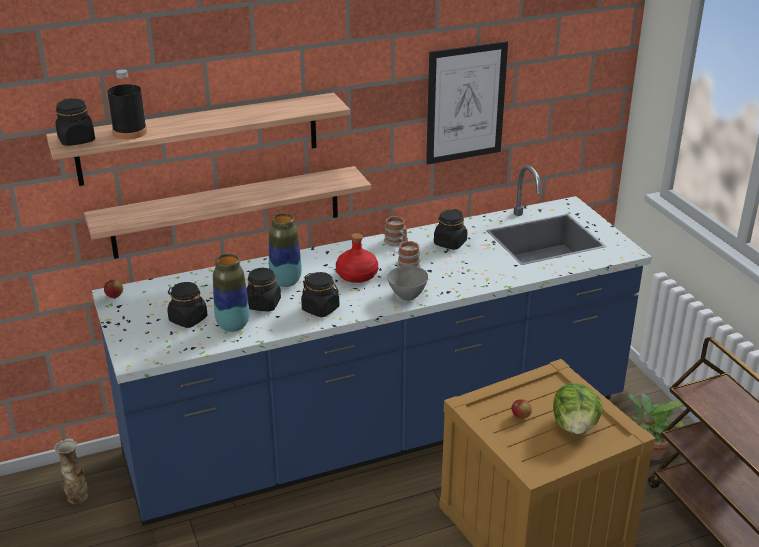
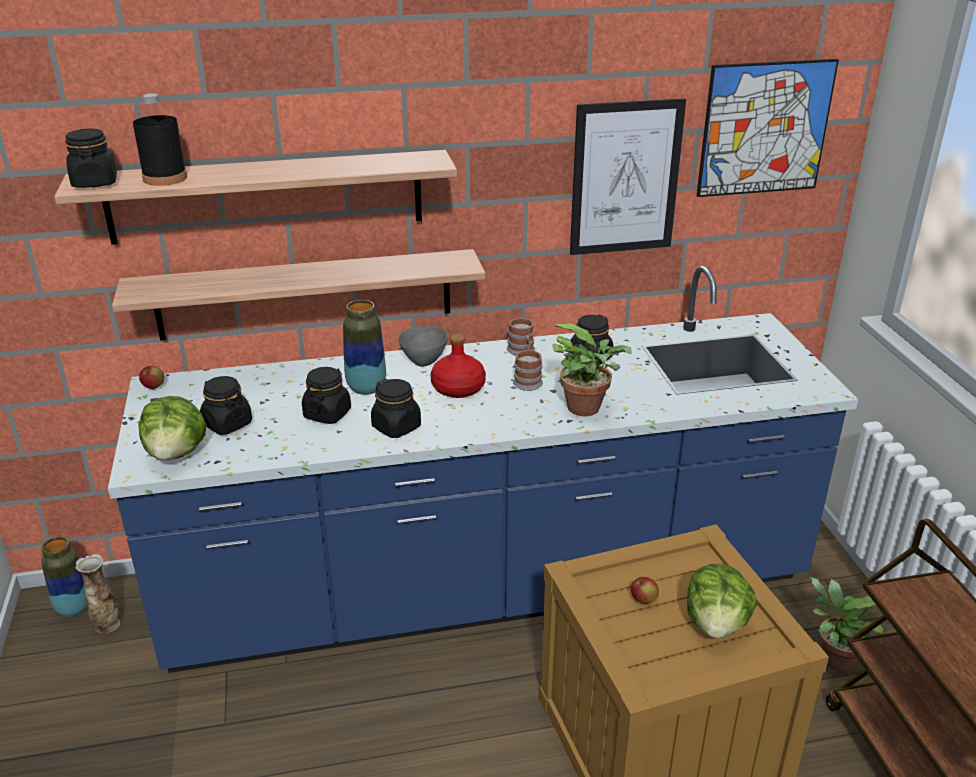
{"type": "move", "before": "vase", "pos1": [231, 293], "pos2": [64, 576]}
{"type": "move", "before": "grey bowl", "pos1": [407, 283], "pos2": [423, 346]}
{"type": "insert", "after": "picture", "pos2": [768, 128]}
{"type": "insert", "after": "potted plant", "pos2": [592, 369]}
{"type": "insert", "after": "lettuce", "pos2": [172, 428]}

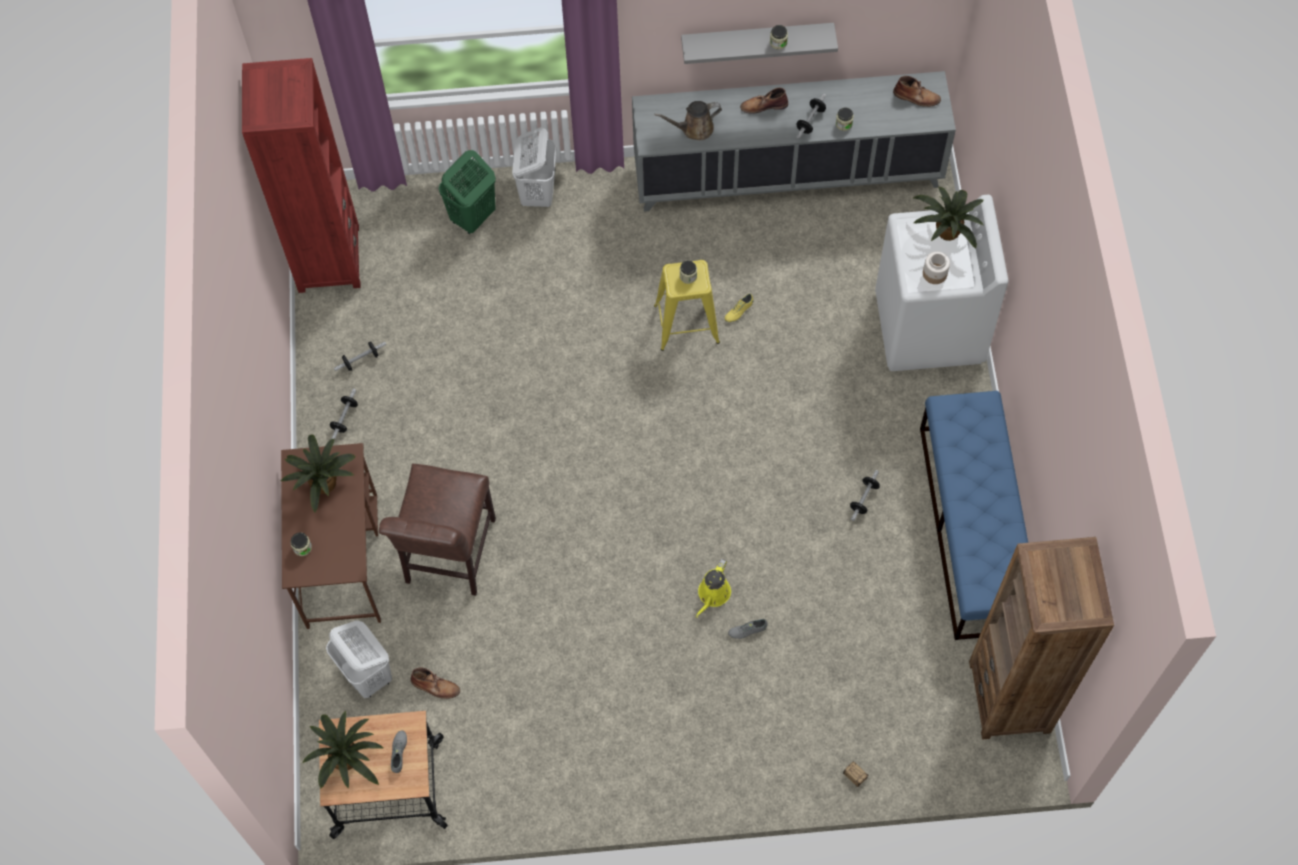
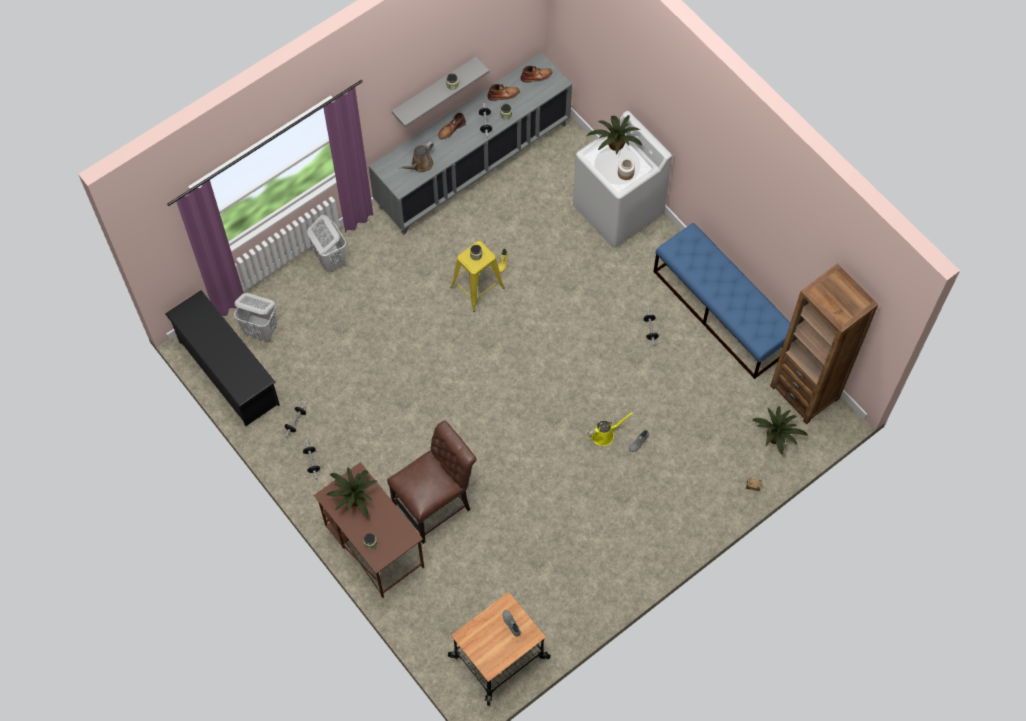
{"type": "replace", "before": "red bookcase", "after": "black shoe rack", "pos1": [301, 175], "pos2": [222, 358]}
{"type": "delete", "before": "green laundry basket", "pos1": [467, 192]}
{"type": "rotate", "before": "brown chair", "pos1": [437, 530], "pos2": [432, 482], "turn": -105}
{"type": "rotate", "before": "yellow watering can", "pos1": [713, 588], "pos2": [610, 429], "turn": -105}
{"type": "move", "before": "white laundry basket", "pos1": [359, 659], "pos2": [255, 317]}
{"type": "move", "before": "brown boot", "pos1": [435, 683], "pos2": [503, 92]}
{"type": "move", "before": "potted plant", "pos1": [342, 750], "pos2": [780, 430]}

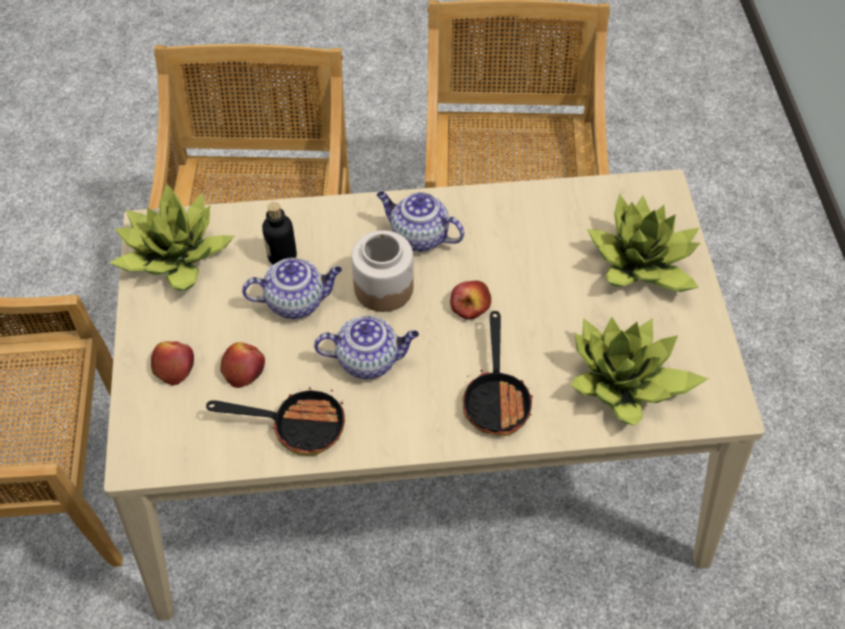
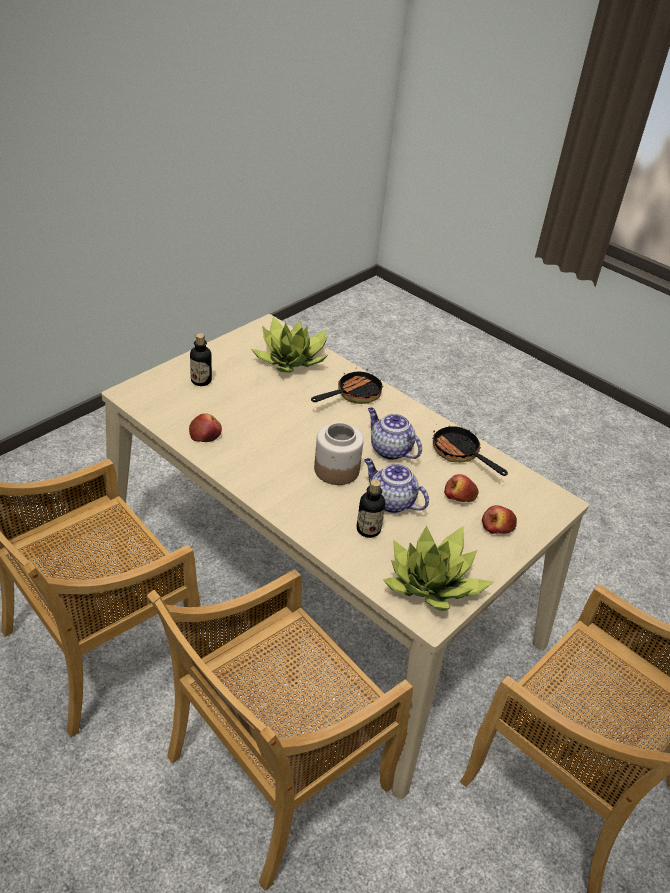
{"type": "delete", "before": "teapot", "pos1": [420, 221]}
{"type": "replace", "before": "potted plant", "after": "bottle", "pos1": [643, 242], "pos2": [201, 359]}
{"type": "move", "before": "apple", "pos1": [470, 299], "pos2": [205, 427]}

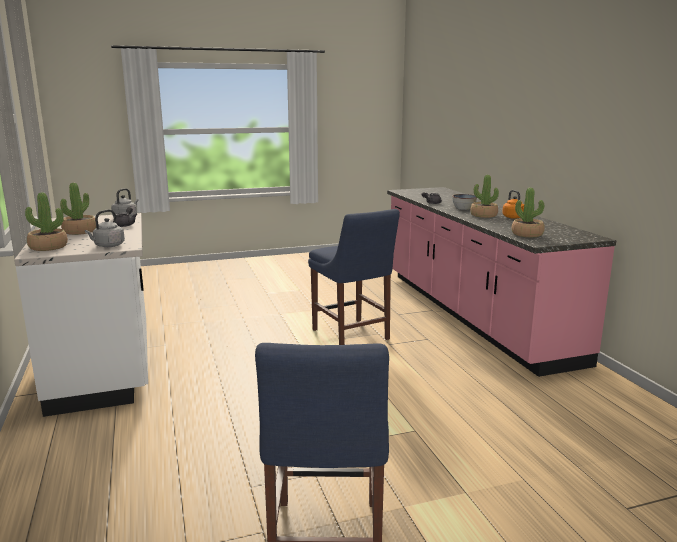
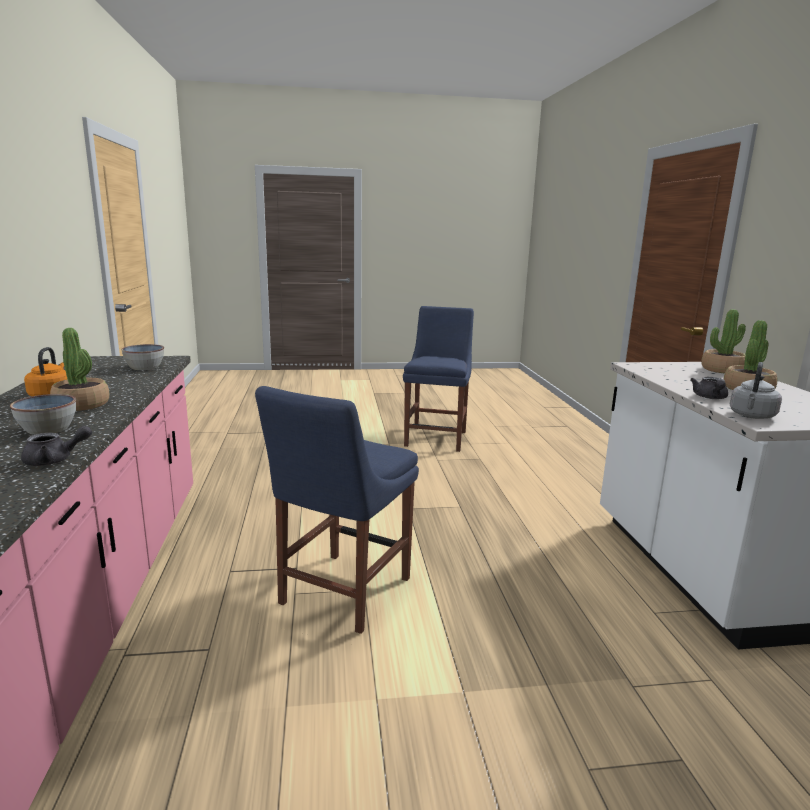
{"type": "replace", "before": "potted plant", "after": "bowl", "pos1": [528, 212], "pos2": [142, 357]}
{"type": "rotate", "before": "blue chair", "pos1": [354, 277], "pos2": [337, 510], "turn": -135}
{"type": "delete", "before": "grey kettle", "pos1": [105, 228]}

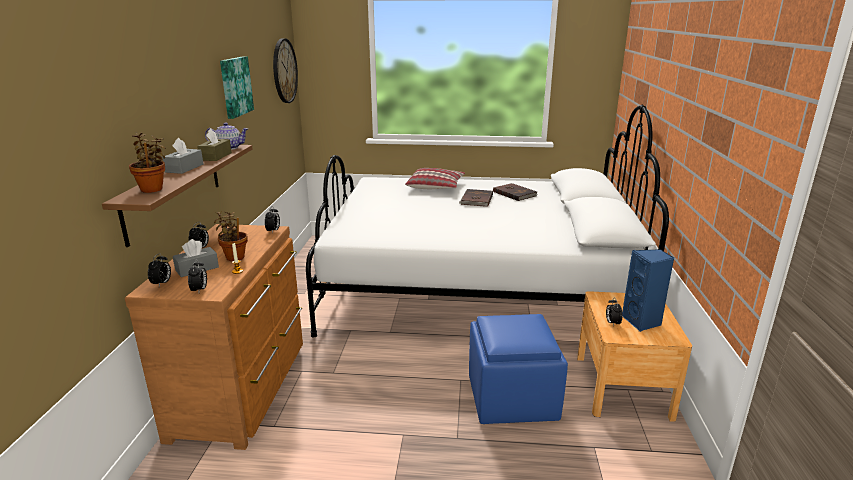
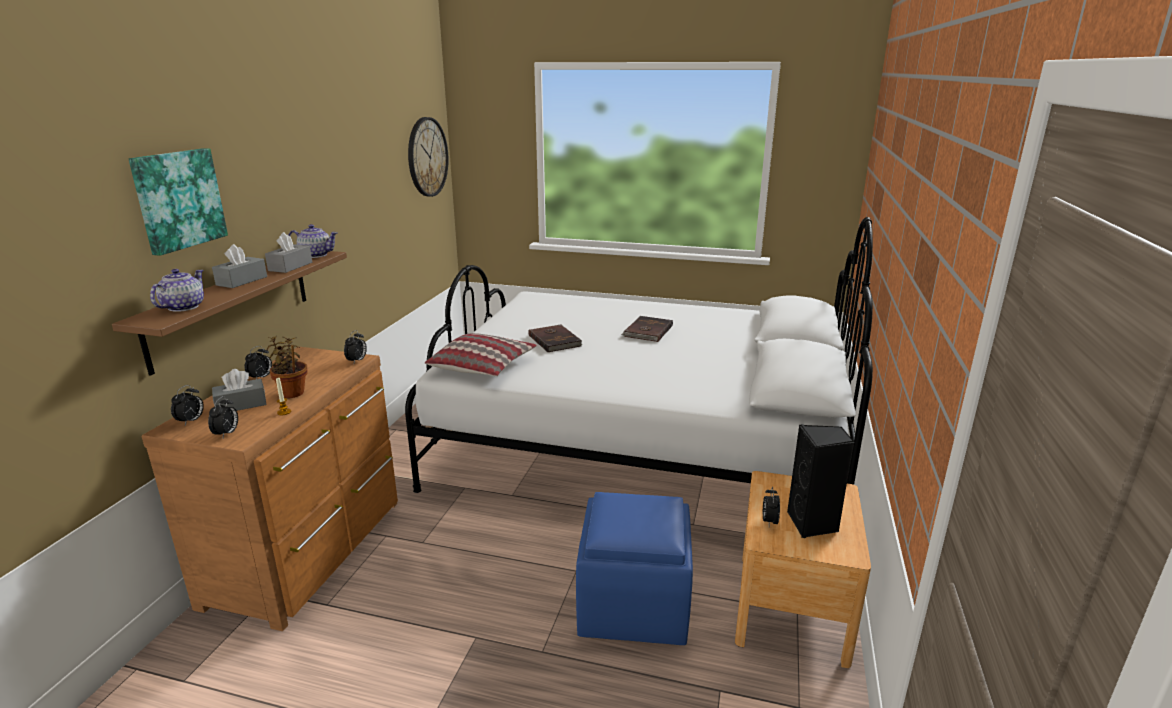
{"type": "move", "before": "picture", "pos1": [237, 87], "pos2": [178, 202]}
{"type": "recolor", "before": "brown tissue box", "after": "grey tissue box", "pos1": [214, 144], "pos2": [288, 252]}
{"type": "replace", "before": "potted plant", "after": "teapot", "pos1": [147, 163], "pos2": [177, 290]}
{"type": "move", "before": "pillow", "pos1": [435, 178], "pos2": [481, 354]}
{"type": "move", "before": "brown book", "pos1": [515, 192], "pos2": [555, 338]}
{"type": "recolor", "before": "blue speaker", "after": "black speaker", "pos1": [648, 290], "pos2": [821, 481]}

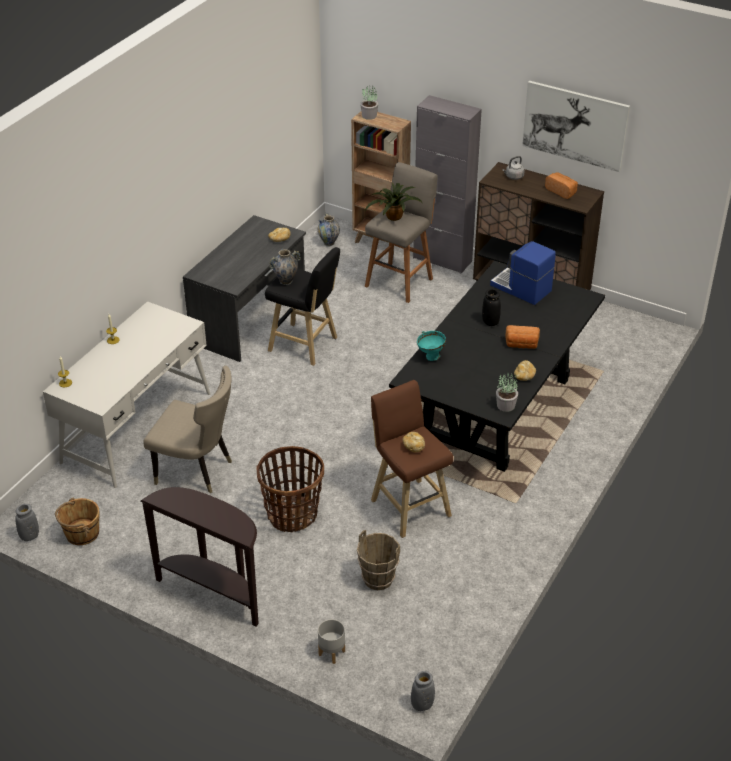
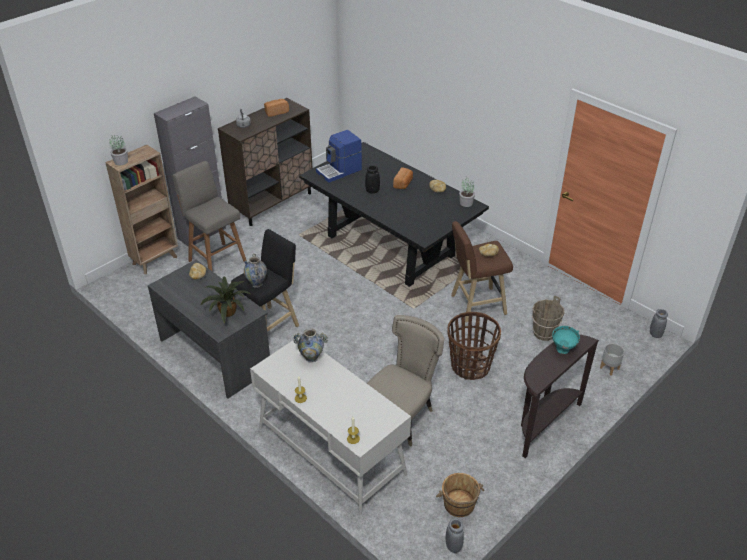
{"type": "delete", "before": "picture", "pos1": [576, 126]}
{"type": "move", "before": "potted plant", "pos1": [393, 202], "pos2": [226, 300]}
{"type": "move", "before": "vase", "pos1": [329, 230], "pos2": [311, 345]}
{"type": "move", "before": "turquoise bowl", "pos1": [431, 346], "pos2": [566, 340]}

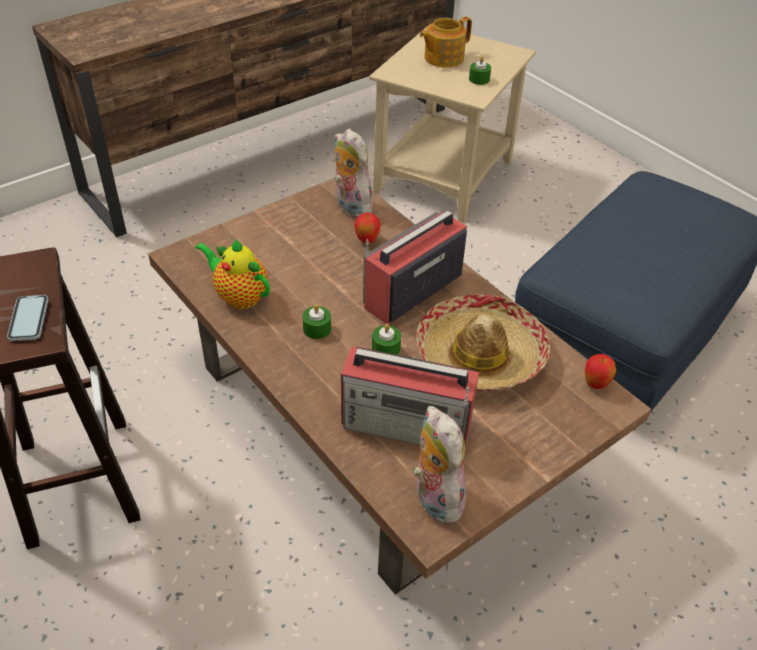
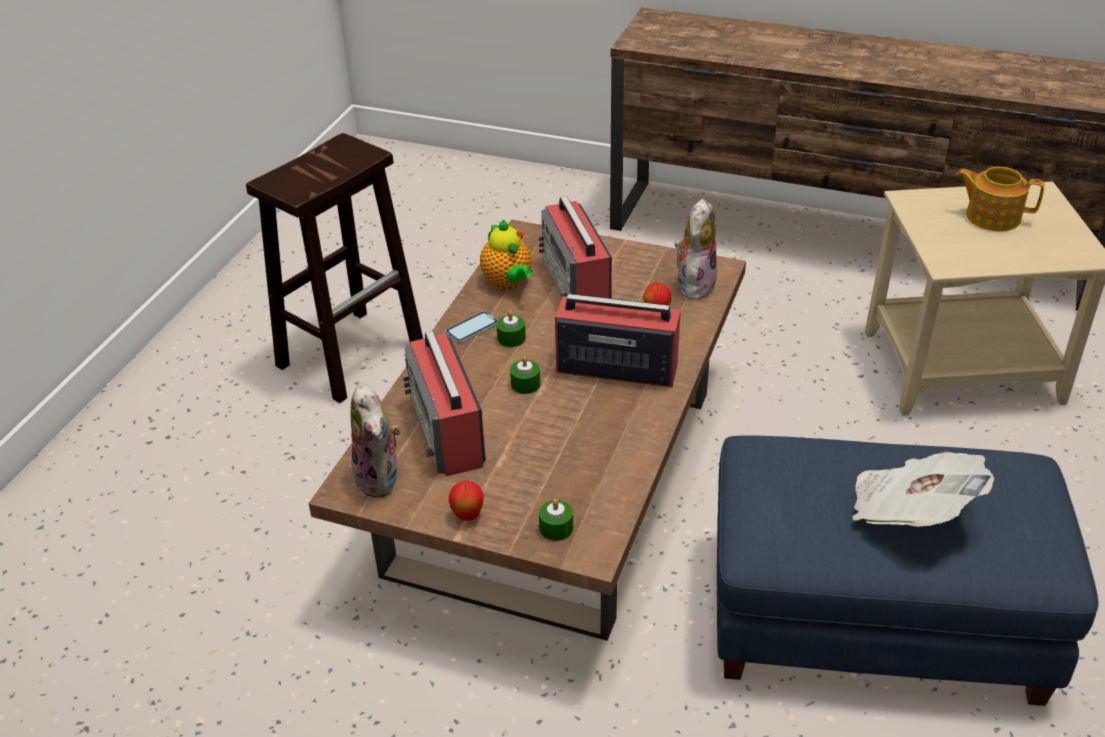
{"type": "move", "before": "green candle", "pos1": [480, 70], "pos2": [556, 520]}
{"type": "rotate", "before": "teapot", "pos1": [232, 273], "pos2": [506, 255], "turn": 150}
{"type": "delete", "before": "hat", "pos1": [483, 342]}
{"type": "move", "before": "phone", "pos1": [28, 318], "pos2": [472, 327]}
{"type": "move", "before": "apple", "pos1": [600, 371], "pos2": [466, 501]}
{"type": "rotate", "before": "plush toy", "pos1": [439, 464], "pos2": [375, 440], "turn": 120}
{"type": "insert", "after": "radio", "pos2": [575, 247]}
{"type": "insert", "after": "newspaper", "pos2": [923, 489]}

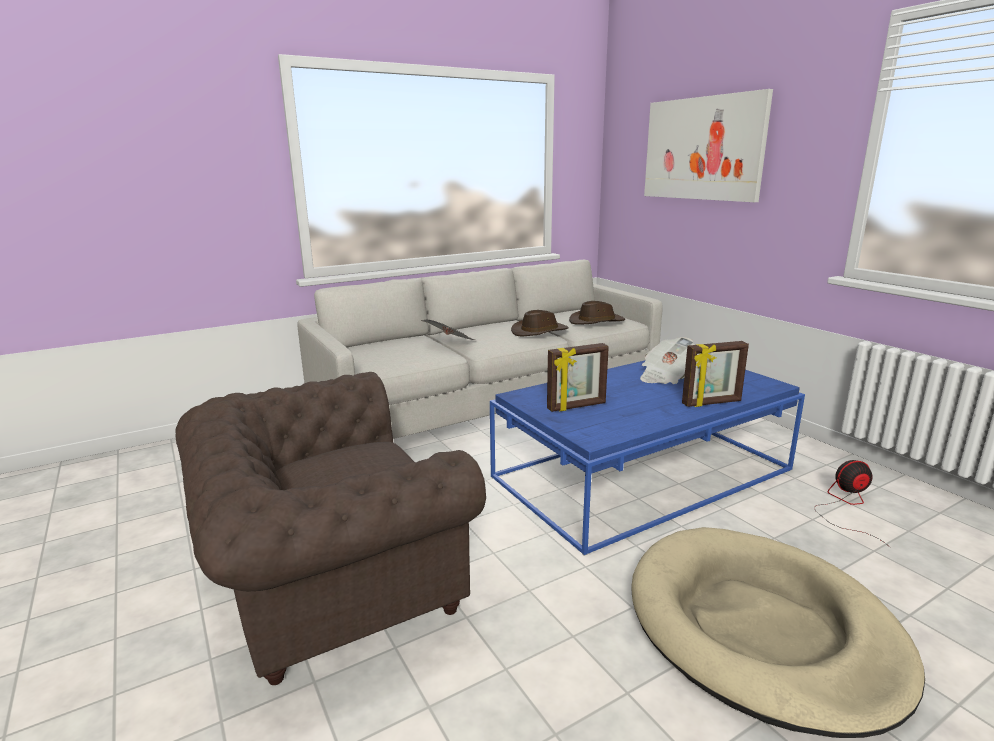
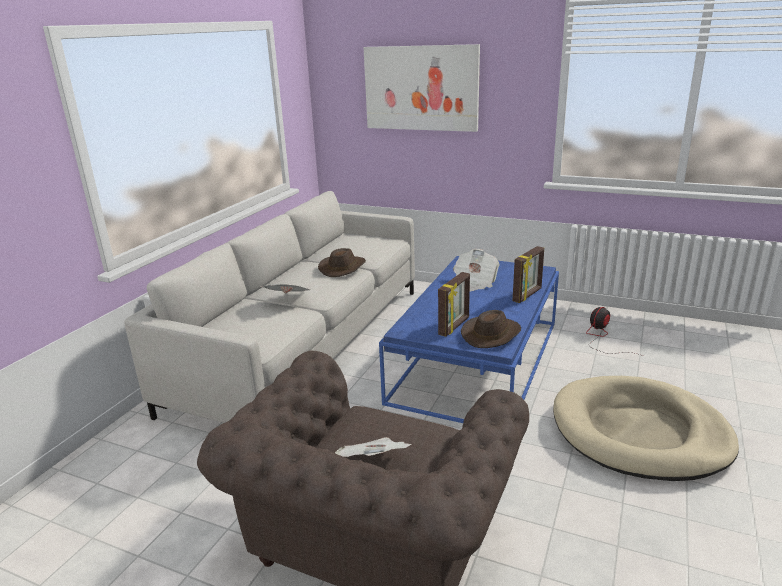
{"type": "move", "before": "brown hat", "pos1": [597, 313], "pos2": [491, 329]}
{"type": "insert", "after": "newspaper", "pos2": [373, 447]}

